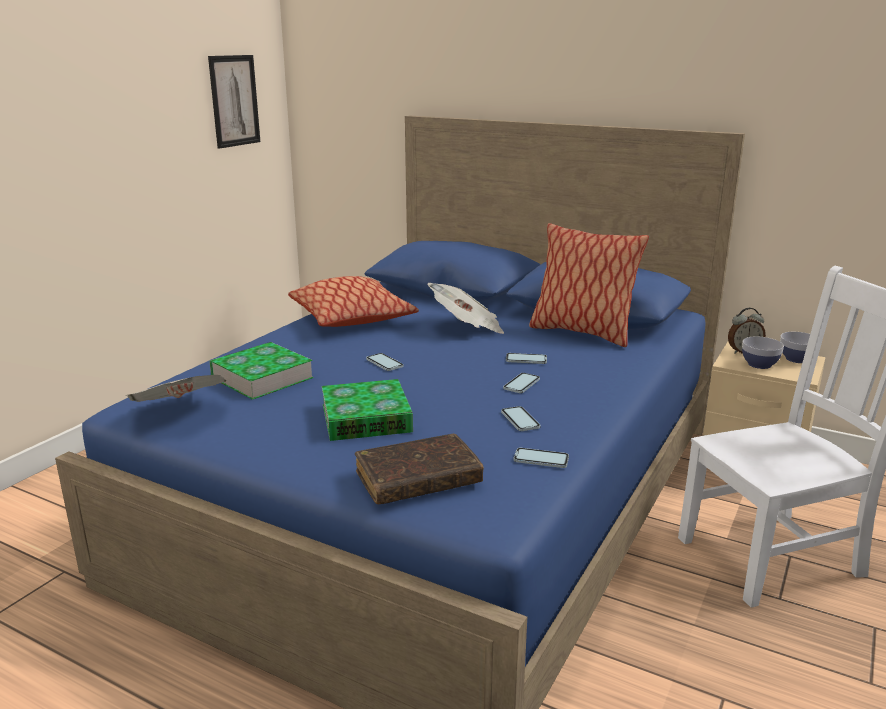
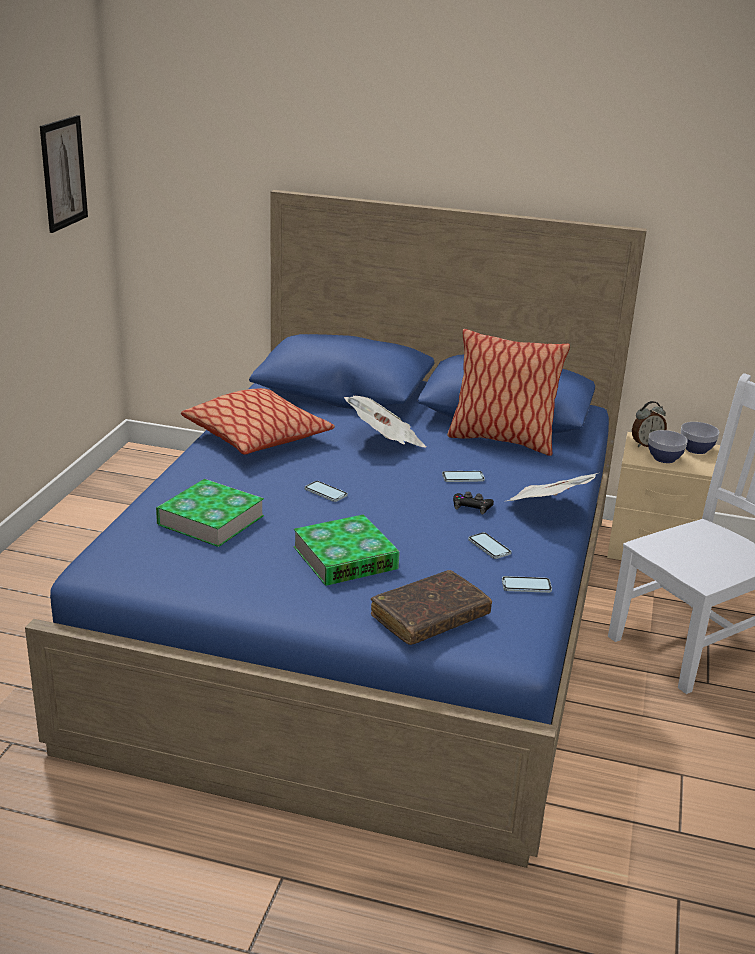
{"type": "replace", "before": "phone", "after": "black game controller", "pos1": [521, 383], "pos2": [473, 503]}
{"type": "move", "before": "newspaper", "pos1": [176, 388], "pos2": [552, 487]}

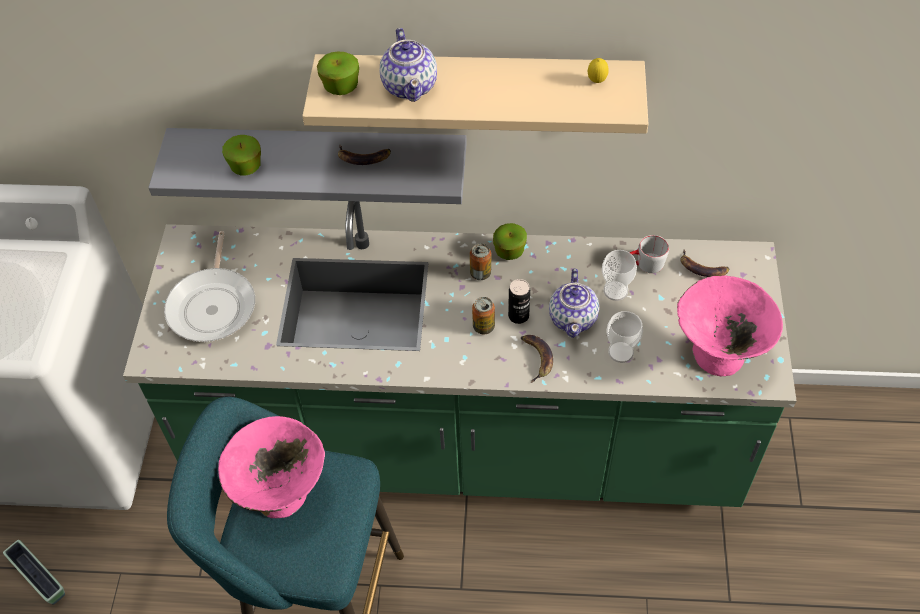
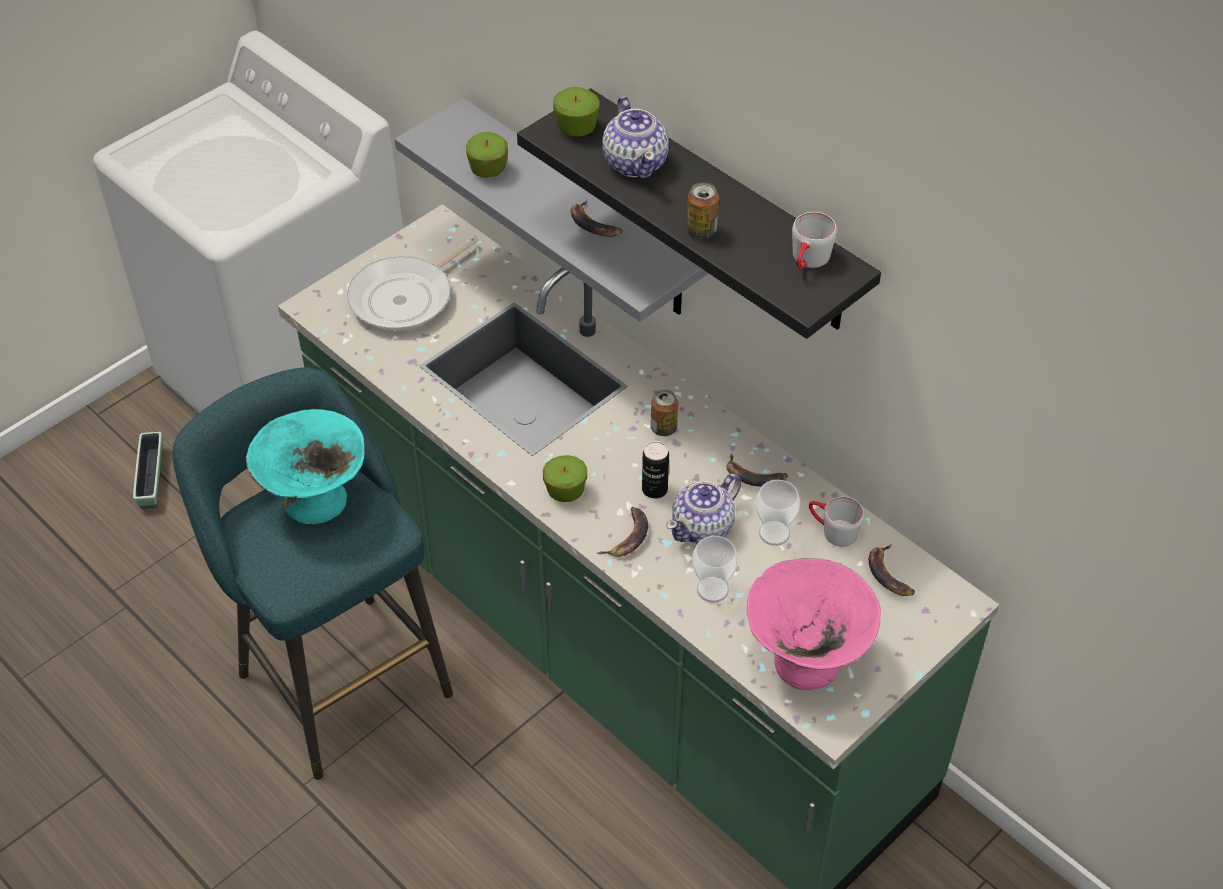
{"type": "rotate", "before": "teapot", "pos1": [408, 65], "pos2": [635, 137], "turn": -45}
{"type": "recolor", "before": "beige shelf", "after": "black shelf", "pos1": [475, 94], "pos2": [699, 213]}
{"type": "replace", "before": "lemon", "after": "grey mug", "pos1": [598, 70], "pos2": [814, 240]}
{"type": "move", "before": "apple", "pos1": [510, 241], "pos2": [565, 478]}
{"type": "move", "before": "can", "pos1": [483, 315], "pos2": [703, 210]}
{"type": "recolor", "before": "pink bowl", "after": "turquoise bowl", "pos1": [271, 467], "pos2": [305, 466]}
{"type": "insert", "after": "banana", "pos2": [757, 470]}

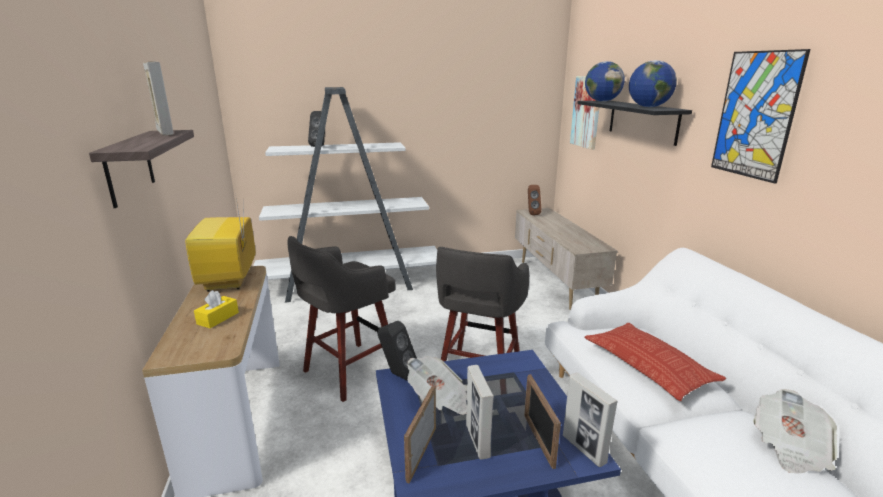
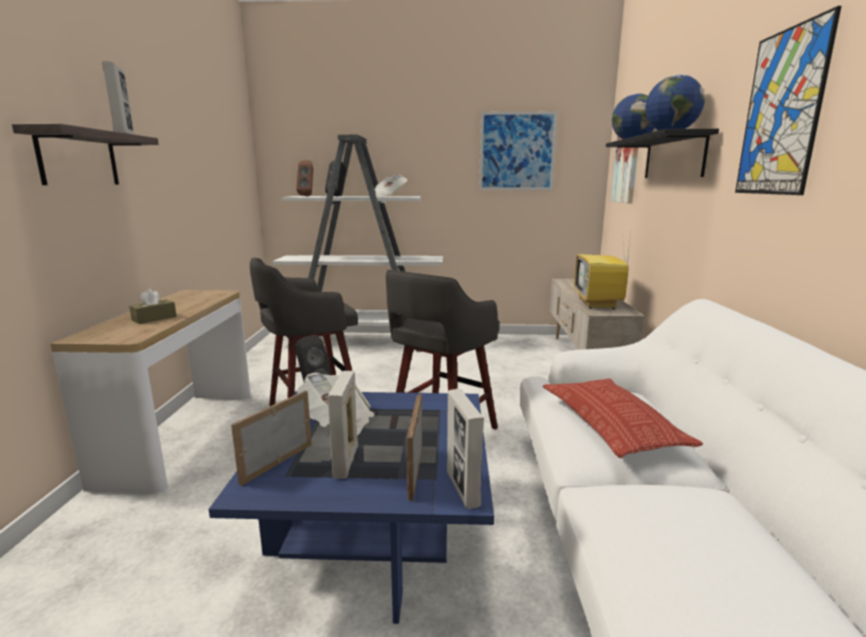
{"type": "move", "before": "brown speaker", "pos1": [535, 200], "pos2": [304, 178]}
{"type": "move", "before": "television", "pos1": [220, 242], "pos2": [603, 266]}
{"type": "recolor", "before": "yellow tissue box", "after": "brown tissue box", "pos1": [216, 309], "pos2": [152, 306]}
{"type": "move", "before": "newspaper", "pos1": [795, 431], "pos2": [390, 186]}
{"type": "insert", "after": "picture", "pos2": [518, 150]}

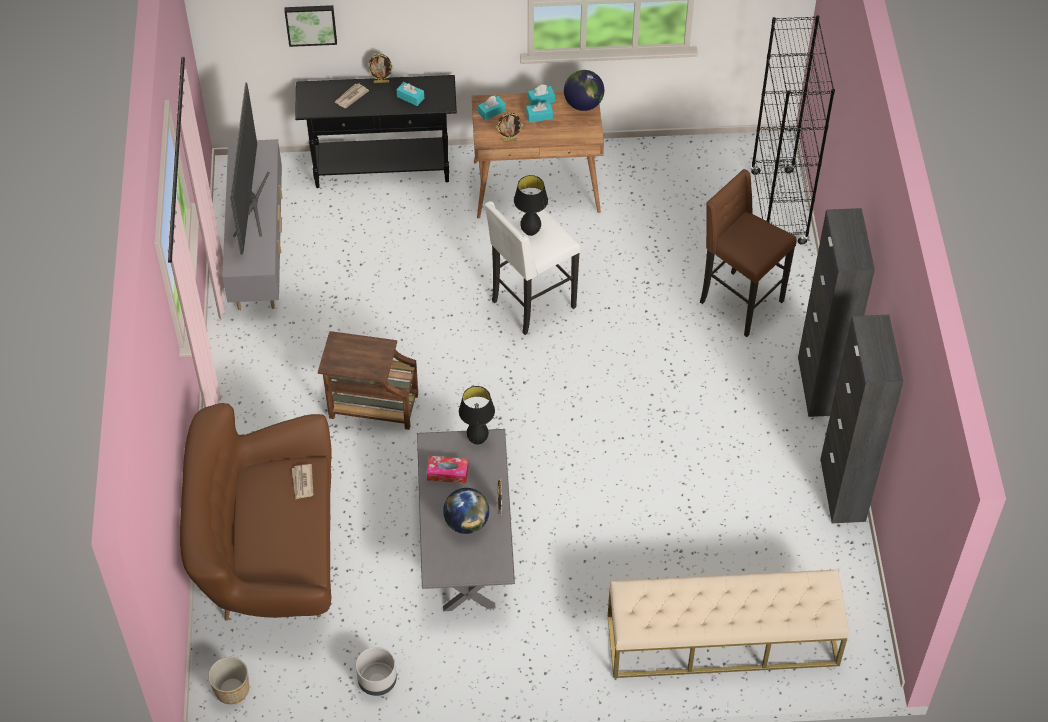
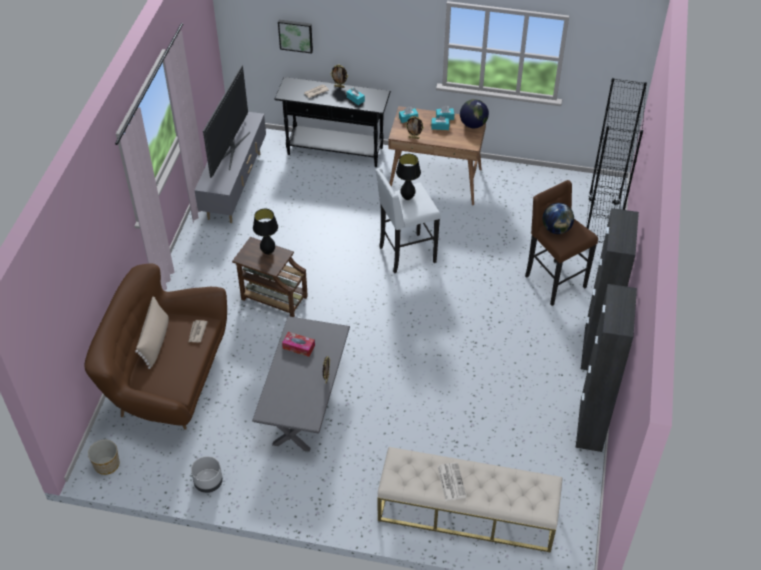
{"type": "move", "before": "black table lamp", "pos1": [477, 415], "pos2": [265, 232]}
{"type": "move", "before": "globe", "pos1": [466, 511], "pos2": [558, 218]}
{"type": "insert", "after": "beige pillow", "pos2": [152, 333]}
{"type": "insert", "after": "newspaper", "pos2": [451, 481]}

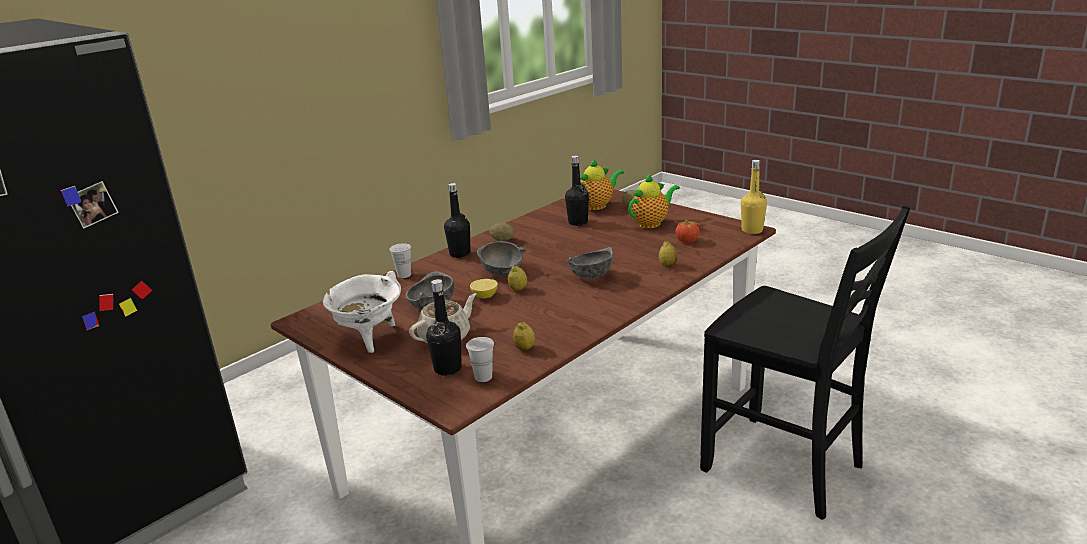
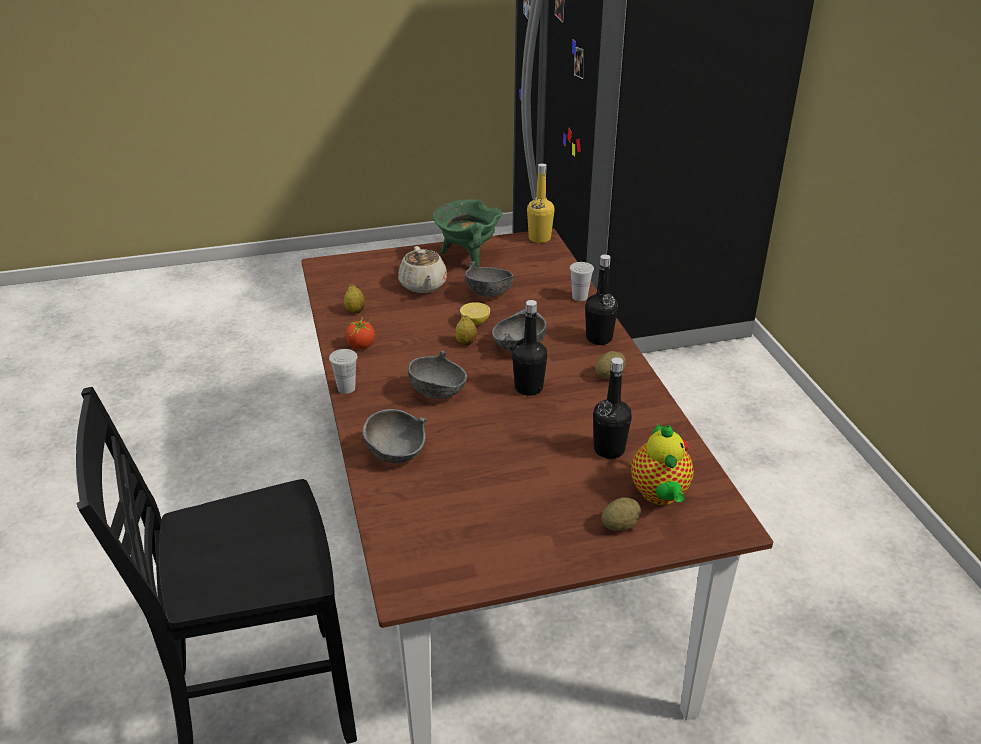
{"type": "move", "before": "yellow bottle", "pos1": [754, 197], "pos2": [541, 203]}
{"type": "delete", "before": "teapot", "pos1": [654, 201]}
{"type": "move", "before": "tomato", "pos1": [686, 231], "pos2": [360, 332]}
{"type": "replace", "before": "lemon", "after": "grey bowl", "pos1": [668, 254], "pos2": [394, 436]}
{"type": "recolor", "before": "white cooking pot", "after": "green cooking pot", "pos1": [362, 312], "pos2": [468, 233]}
{"type": "move", "before": "black bottle", "pos1": [444, 327], "pos2": [530, 348]}
{"type": "move", "before": "white cup", "pos1": [480, 359], "pos2": [343, 371]}

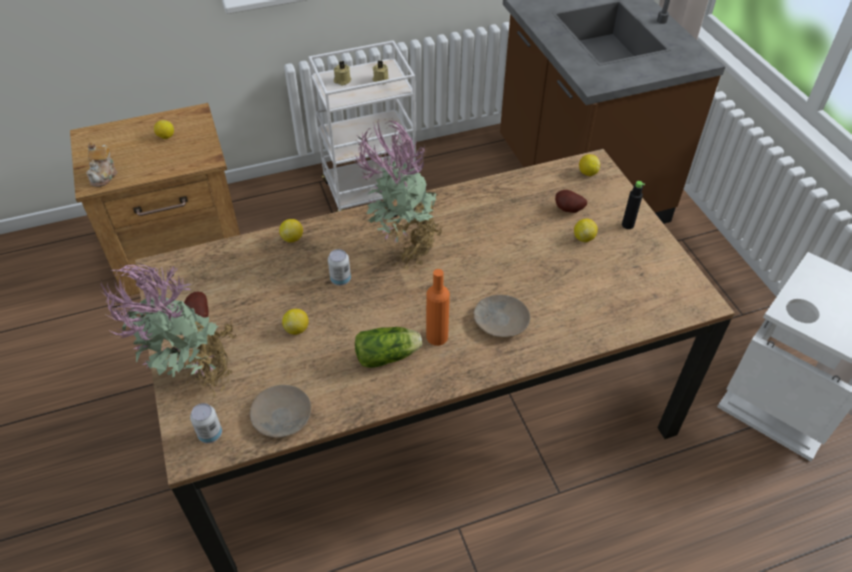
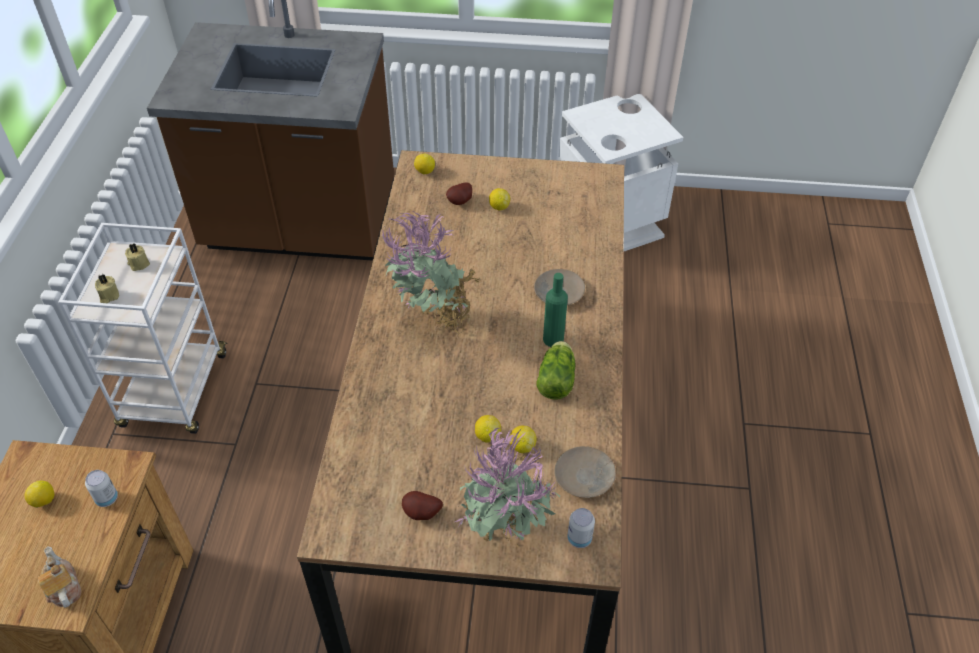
{"type": "rotate", "before": "teapot", "pos1": [101, 164], "pos2": [59, 577], "turn": -150}
{"type": "delete", "before": "black bottle", "pos1": [633, 205]}
{"type": "move", "before": "lemon", "pos1": [291, 230], "pos2": [523, 439]}
{"type": "move", "before": "can", "pos1": [339, 267], "pos2": [101, 488]}
{"type": "recolor", "before": "orange bottle", "after": "green bottle", "pos1": [438, 307], "pos2": [555, 310]}

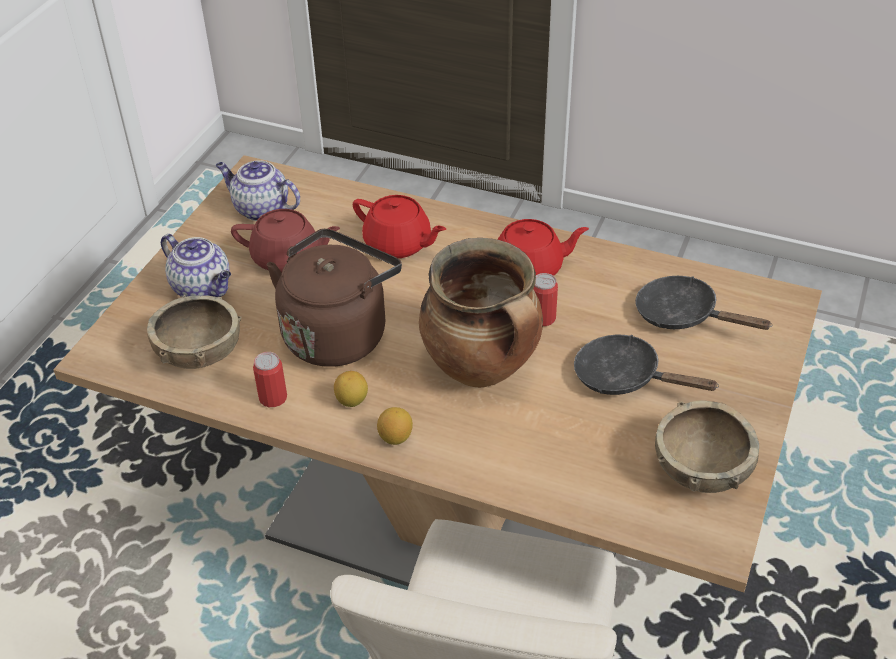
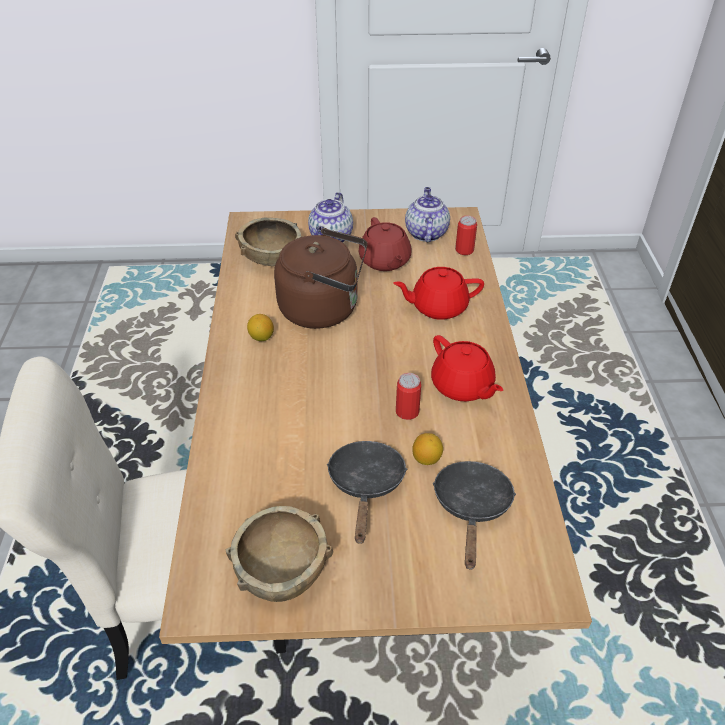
{"type": "rotate", "before": "red teapot", "pos1": [399, 226], "pos2": [438, 293], "turn": 75}
{"type": "delete", "before": "cooking pot", "pos1": [481, 313]}
{"type": "move", "before": "can", "pos1": [270, 379], "pos2": [466, 235]}
{"type": "move", "before": "lemon", "pos1": [395, 426], "pos2": [427, 449]}

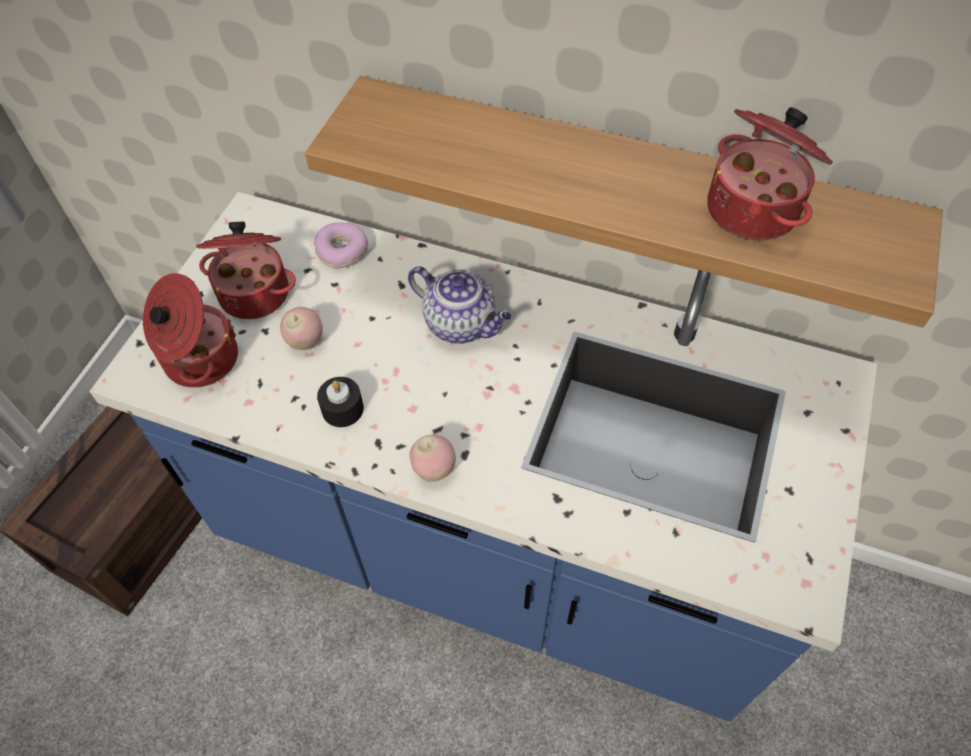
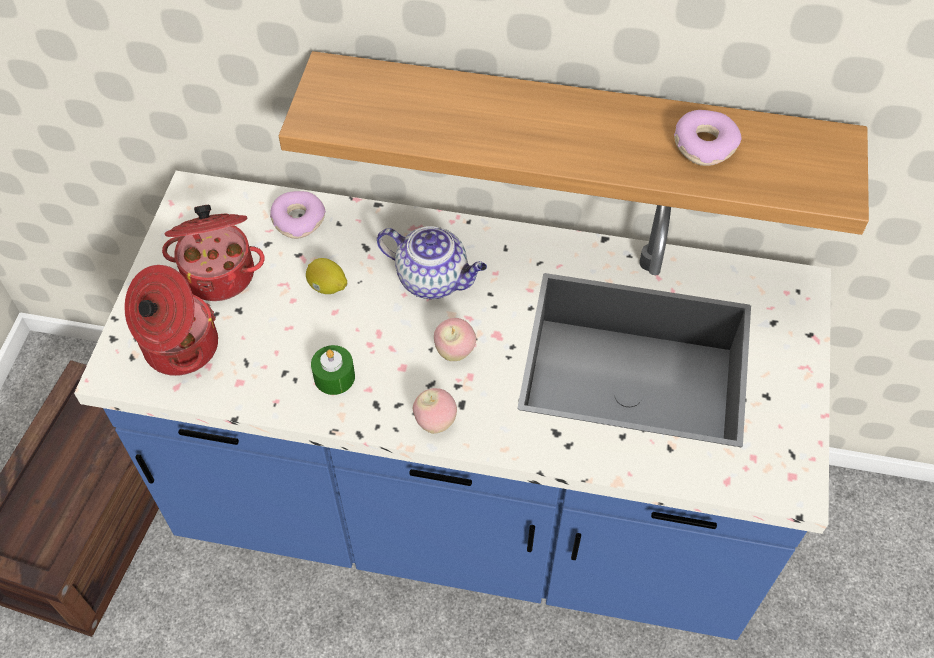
{"type": "replace", "before": "cooking pot", "after": "donut", "pos1": [770, 173], "pos2": [707, 138]}
{"type": "move", "before": "apple", "pos1": [301, 328], "pos2": [455, 339]}
{"type": "recolor", "before": "black candle", "after": "green candle", "pos1": [340, 402], "pos2": [333, 370]}
{"type": "insert", "after": "lemon", "pos2": [326, 276]}

